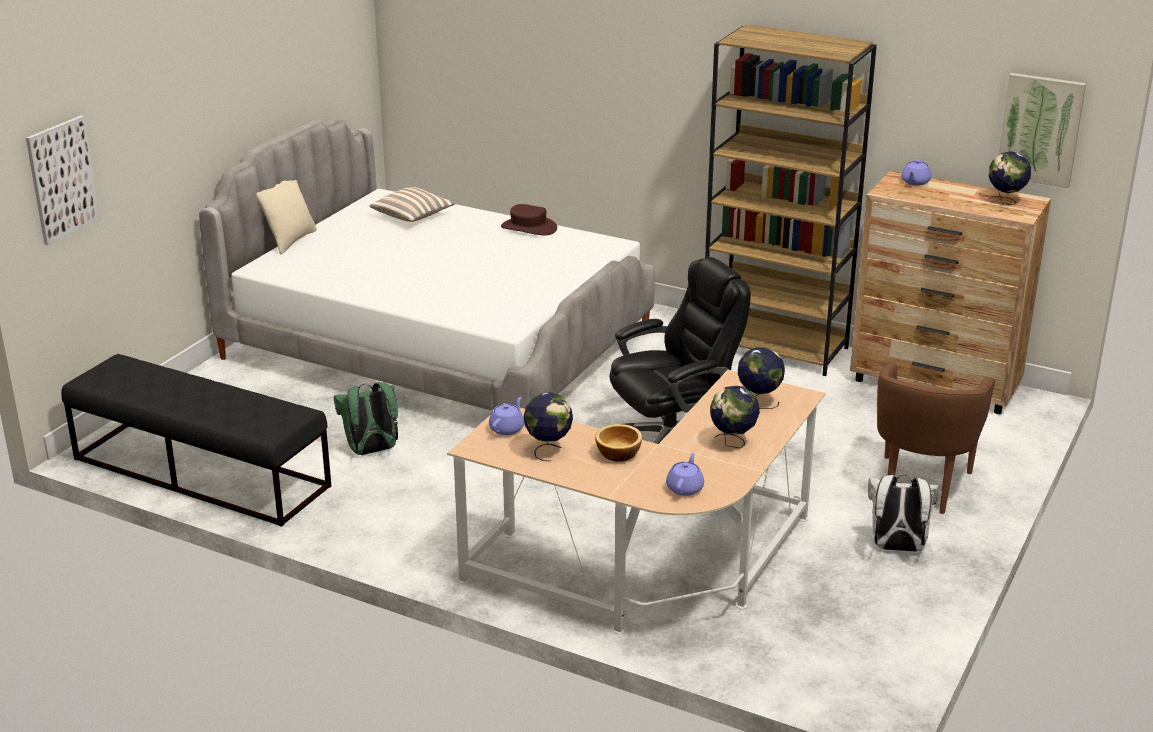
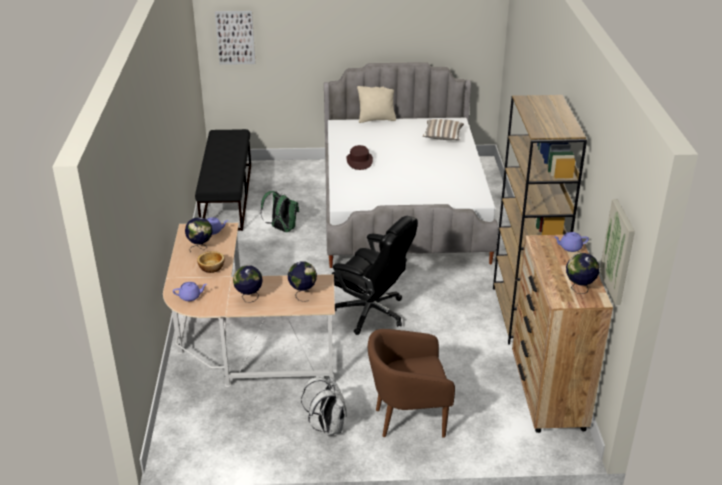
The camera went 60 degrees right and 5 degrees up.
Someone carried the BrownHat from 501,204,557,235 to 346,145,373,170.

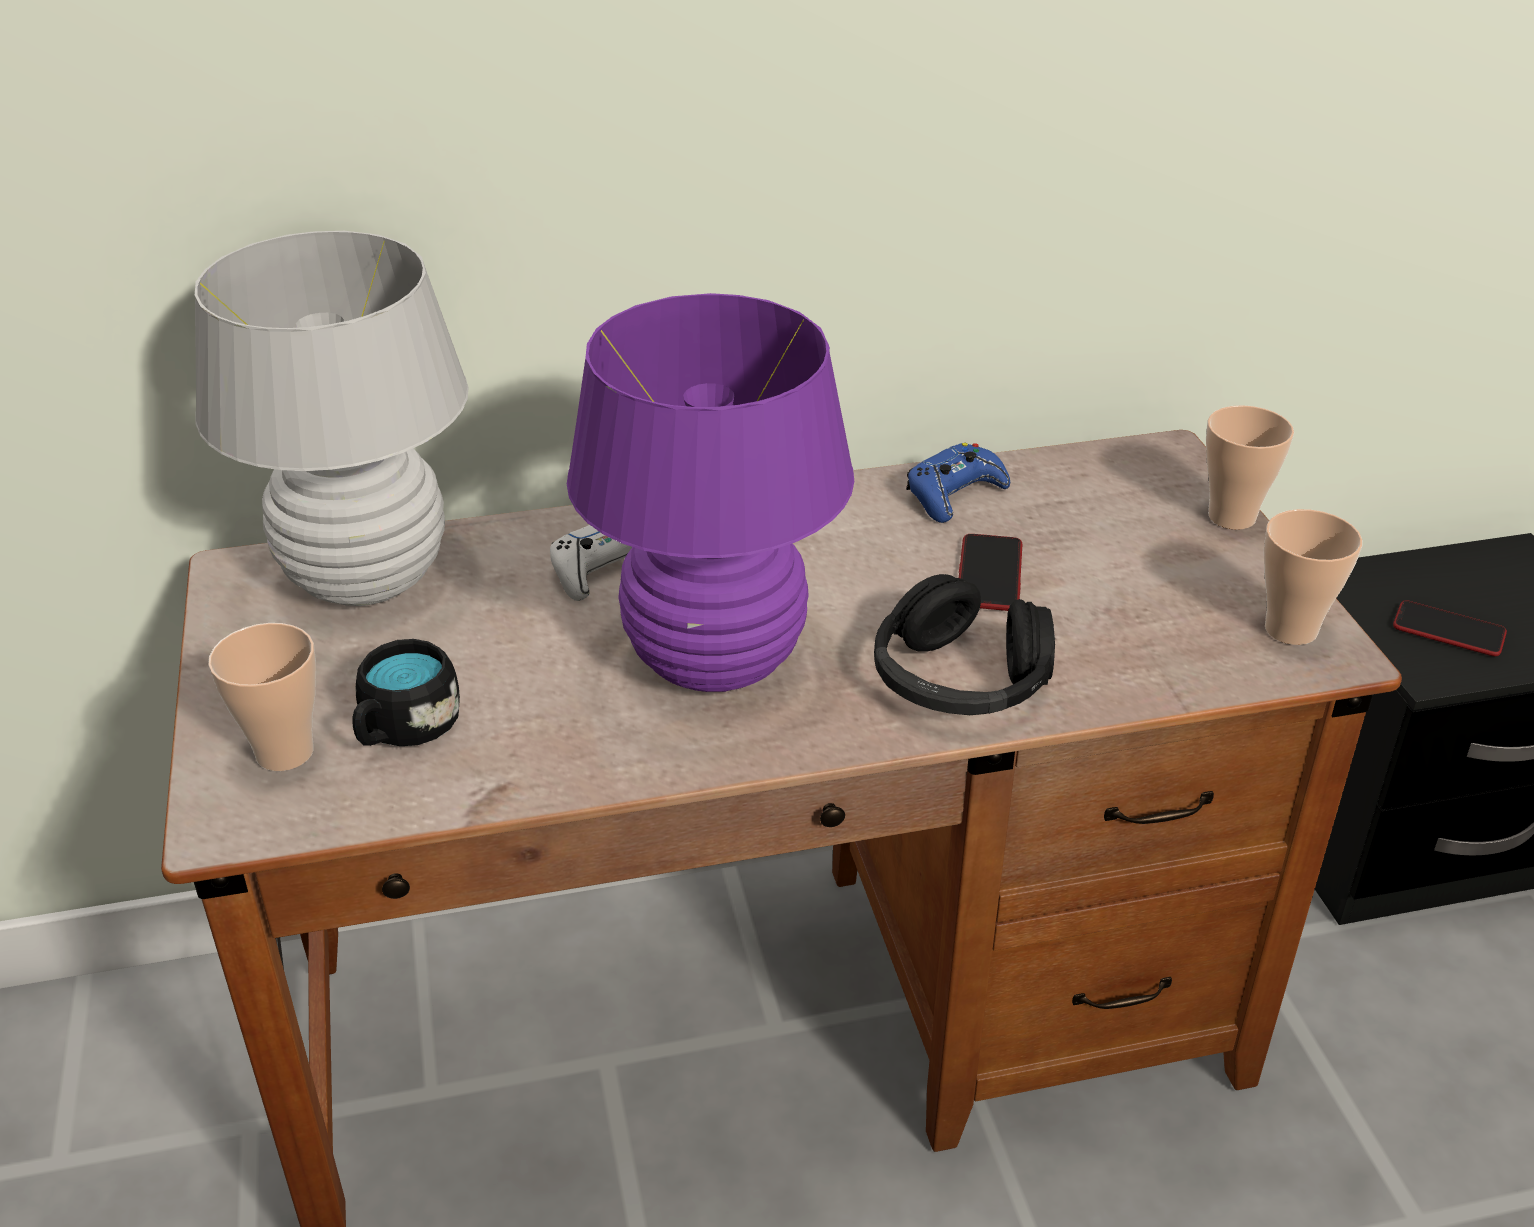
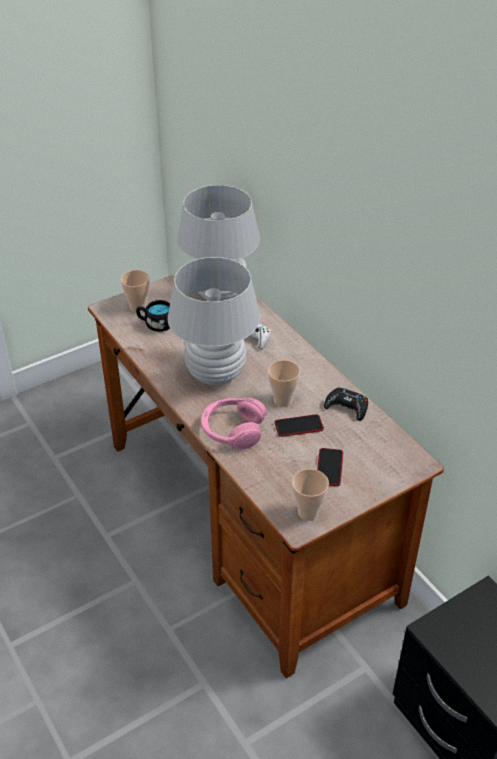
The camera went 70 degrees right and 5 degrees up.
Someone repainted the PurpleTableLamp at 567,293,854,692, which became the WhiteTableLamp at 168,257,260,385.
Someone repainted the BlackHeadphones at 874,574,1055,715, which became the PinkHeadphones at 201,398,267,450.
Someone repainted the BlueGameController at 906,443,1010,523, which became the BlackGameController at 324,388,368,421.
Someone carried the Cup from 1206,405,1294,530 to 268,360,300,407.
Someone carried the Phone from 1393,600,1507,656 to 317,448,343,486.

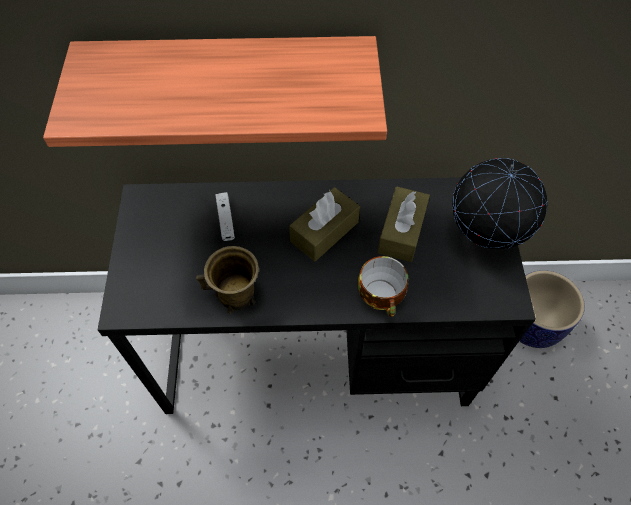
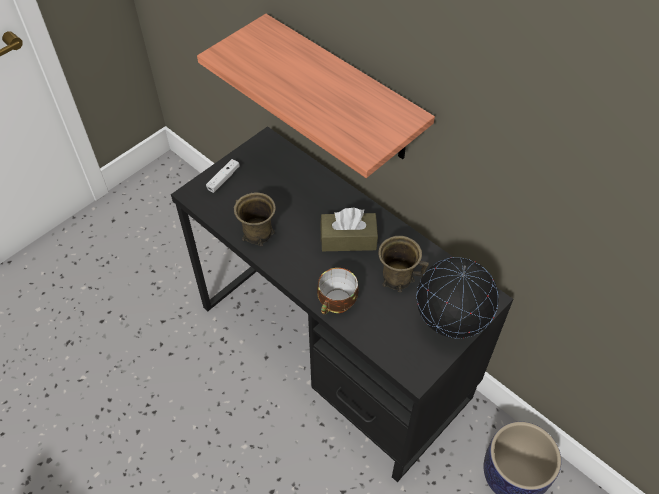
The camera went 45 degrees right and 5 degrees down.
Someone carried the WhiteGameController from 215,192,235,241 to 206,159,240,193.
Someone swapped the BrownTissueBox at 378,186,430,262 for the BrownMug at 378,236,428,292.

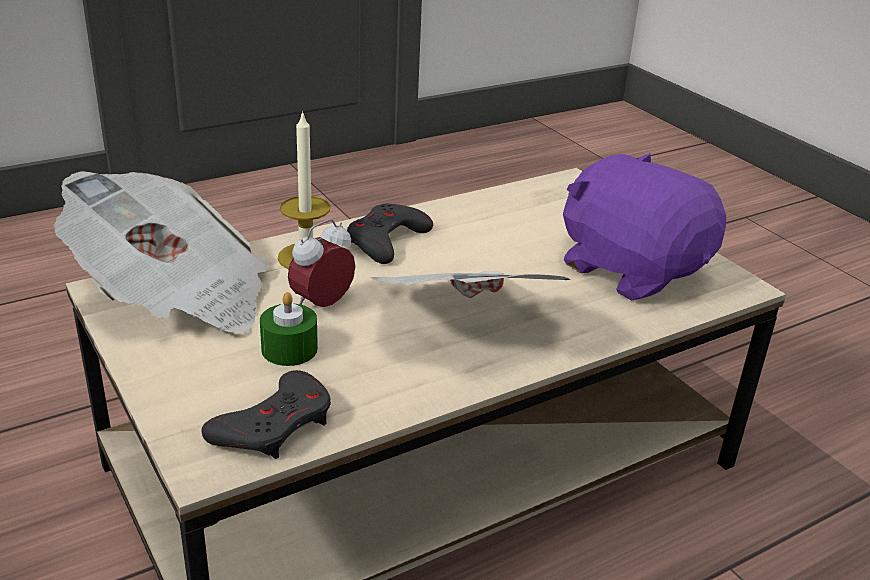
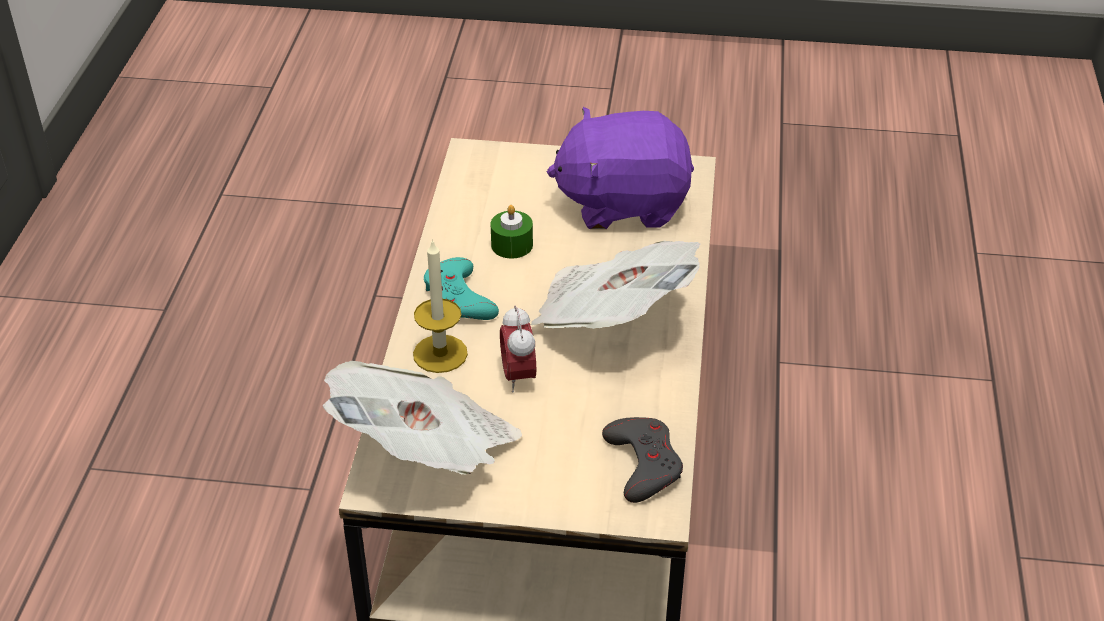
The camera went 50 degrees left and 10 degrees up.
Someone carried the GreenCandle from 260,292,318,366 to 490,205,533,259.
Someone repainted the GreyGameController at 347,204,433,264, which became the TurquoiseGameController at 424,257,499,320.

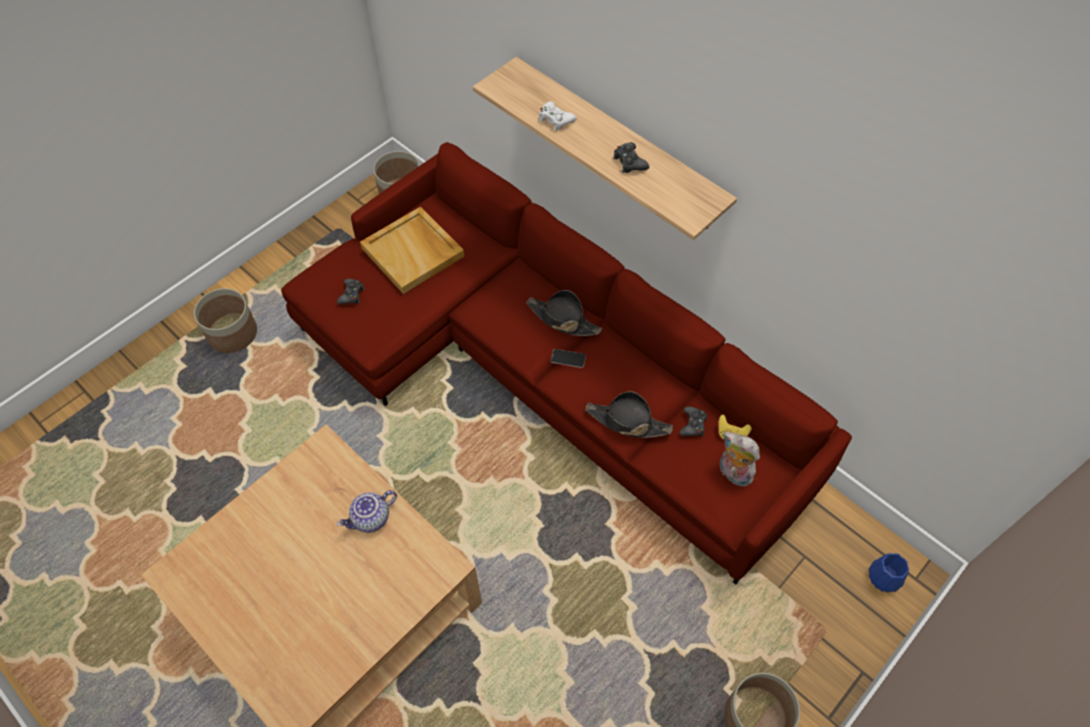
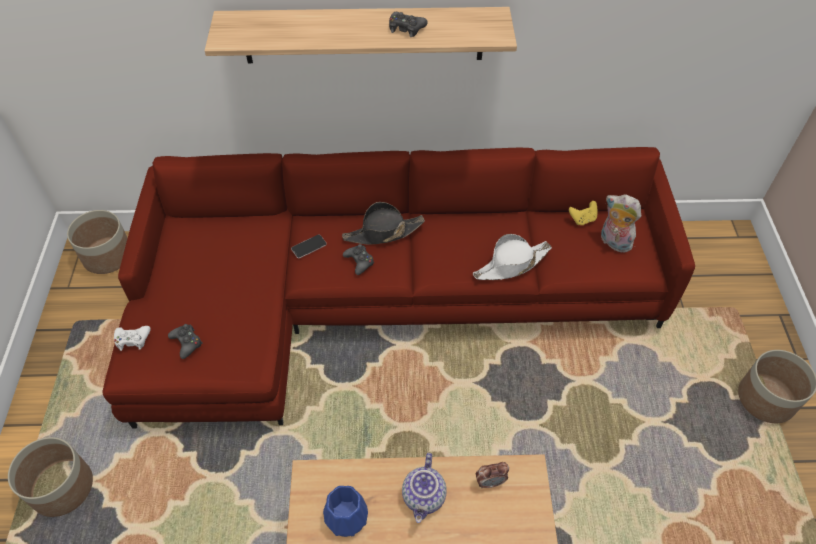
The camera went 45 degrees left and 5 degrees down.
Someone took away the BeigeTray at 360,207,464,294.
Someone carried the WhiteGameController from 539,101,576,131 to 114,326,151,351.
Someone carried the Phone from 551,349,586,368 to 291,234,327,258.
Someone repainted the BlackHat at 585,391,673,438, which became the WhiteHat at 473,234,552,280.
Someone carried the BlackGameController from 680,407,707,436 to 343,244,374,275.
Someone rotated the PlushToy at 720,432,760,487 by 45 degrees clockwise.
Someone carried the BlueVase from 869,553,909,592 to 323,486,368,537.
Someone put down the AlarmClock at 476,462,509,489.

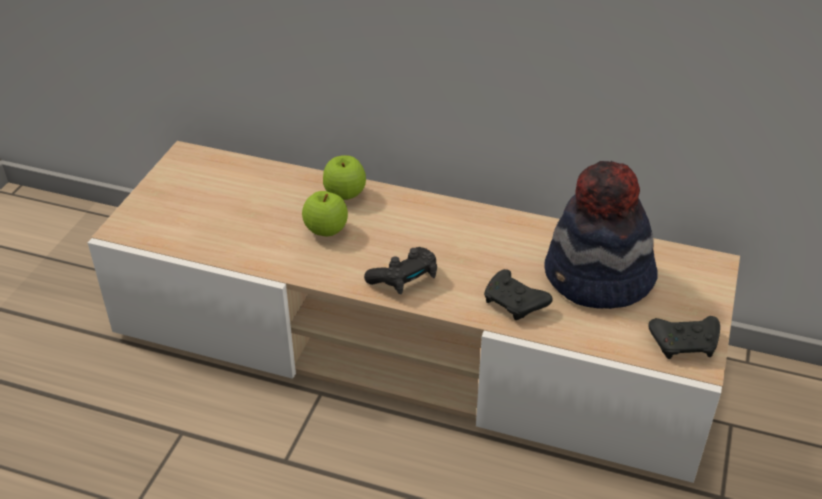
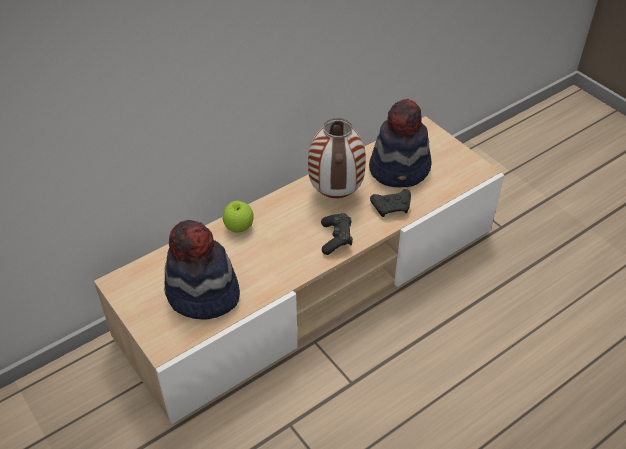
The camera went 55 degrees left and 5 degrees up.
Someone took away the Apple at 302,191,348,236.
Someone took away the BlackGameController at 648,316,720,359.
Someone put down the Hat at 164,220,240,320.
Someone put down the Vase at 308,118,366,198.

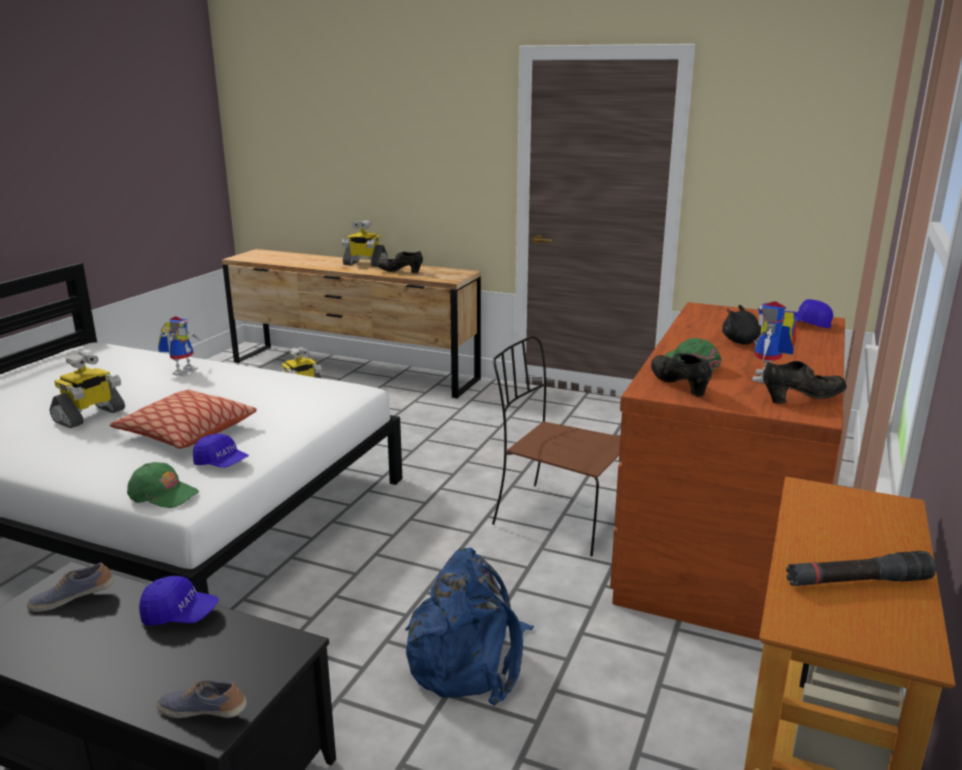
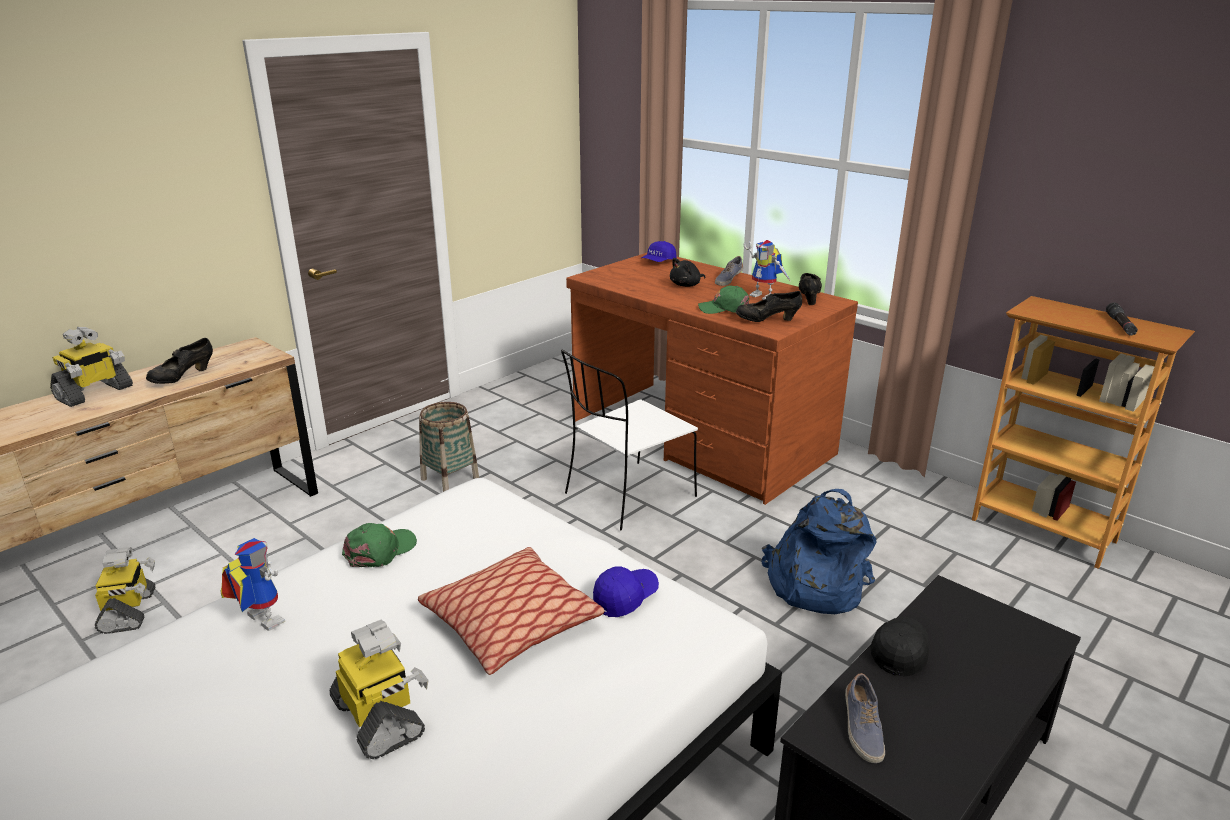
The camera went 70 degrees left and 5 degrees up.
Someone carried the GreenCap from 127,462,199,508 to 342,523,417,567.
Someone repainted the BlueCap at 139,576,219,626, which became the BlackCap at 870,617,929,677.
Someone carried the Shoe from 156,680,247,718 to 715,256,743,286.
Someone repainted the BrownChair at 492,336,620,556, which became the WhiteChair at 561,349,698,530.
Someone put down the Basket at 419,402,479,492.

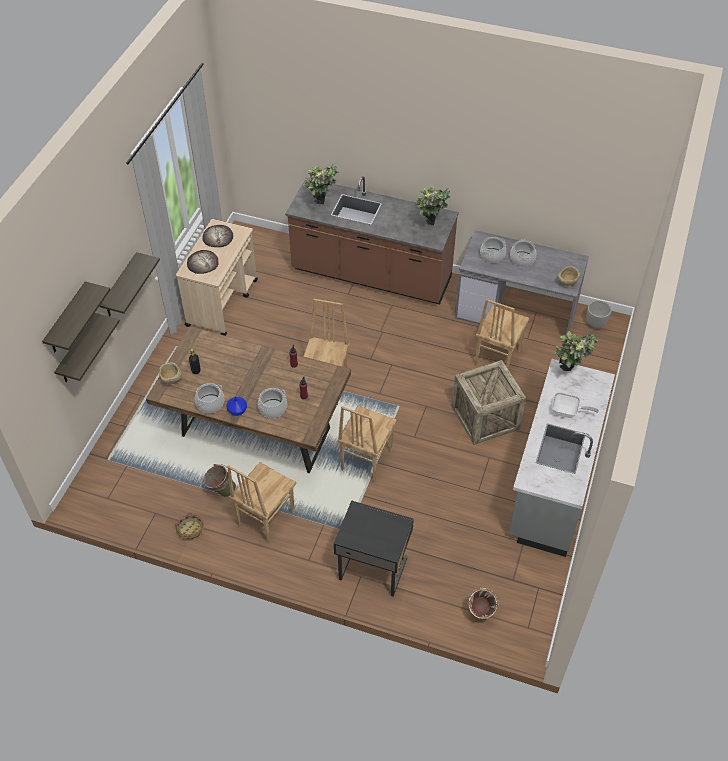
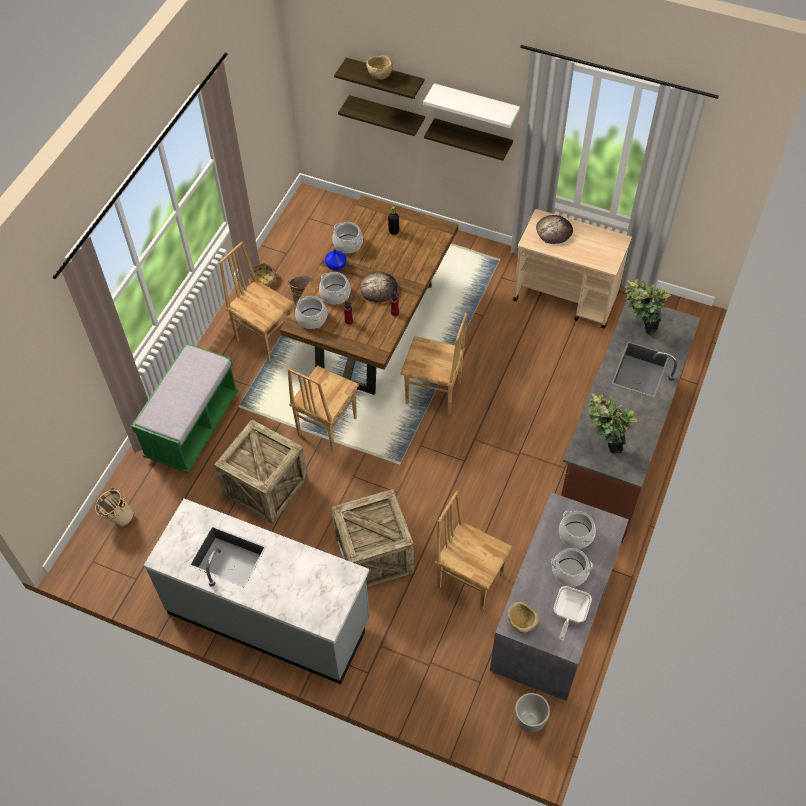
The camera went 95 degrees right and 5 degrees up.
Someone carried the BeigeBowl from 159,362,182,384 to 366,55,393,80.
Someone carried the Bread from 203,225,233,247 to 361,272,398,303.
Someone swapped the BlackNightstand at 334,500,414,597 for the GreenBench at 131,343,238,473.
Someone rotated the BrownChair at 337,405,397,483 by 90 degrees counterclockwise.
Someone carried the FryingPan from 552,391,599,418 to 554,586,592,641.
Someone took away the PottedPlant at 555,331,598,371.
Someone put down the Crate at 214,419,308,524.
Someone put down the CookingPot at 295,296,327,329.
Someone put up the WhiteShelf at 423,83,520,128.

